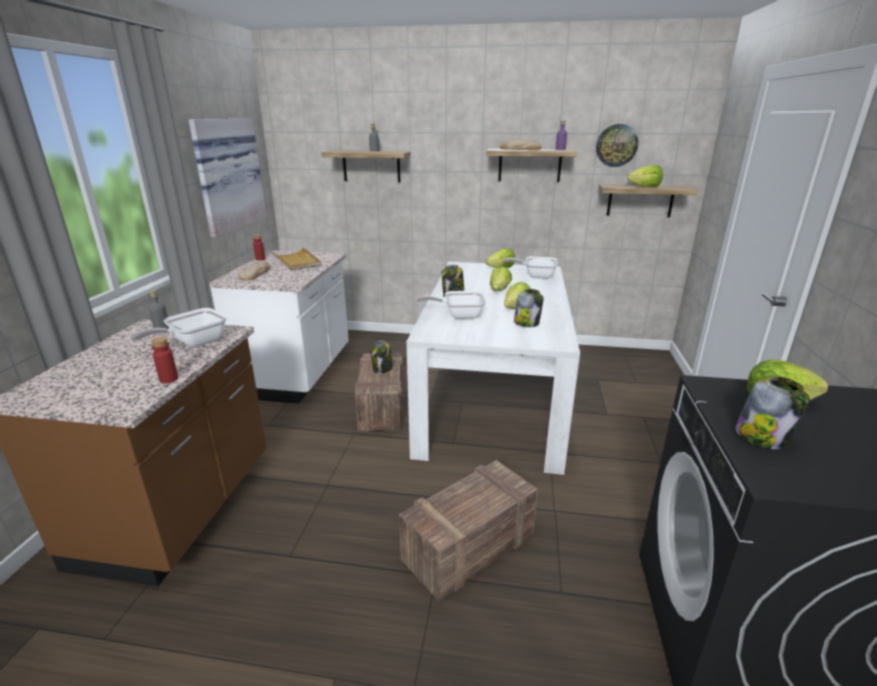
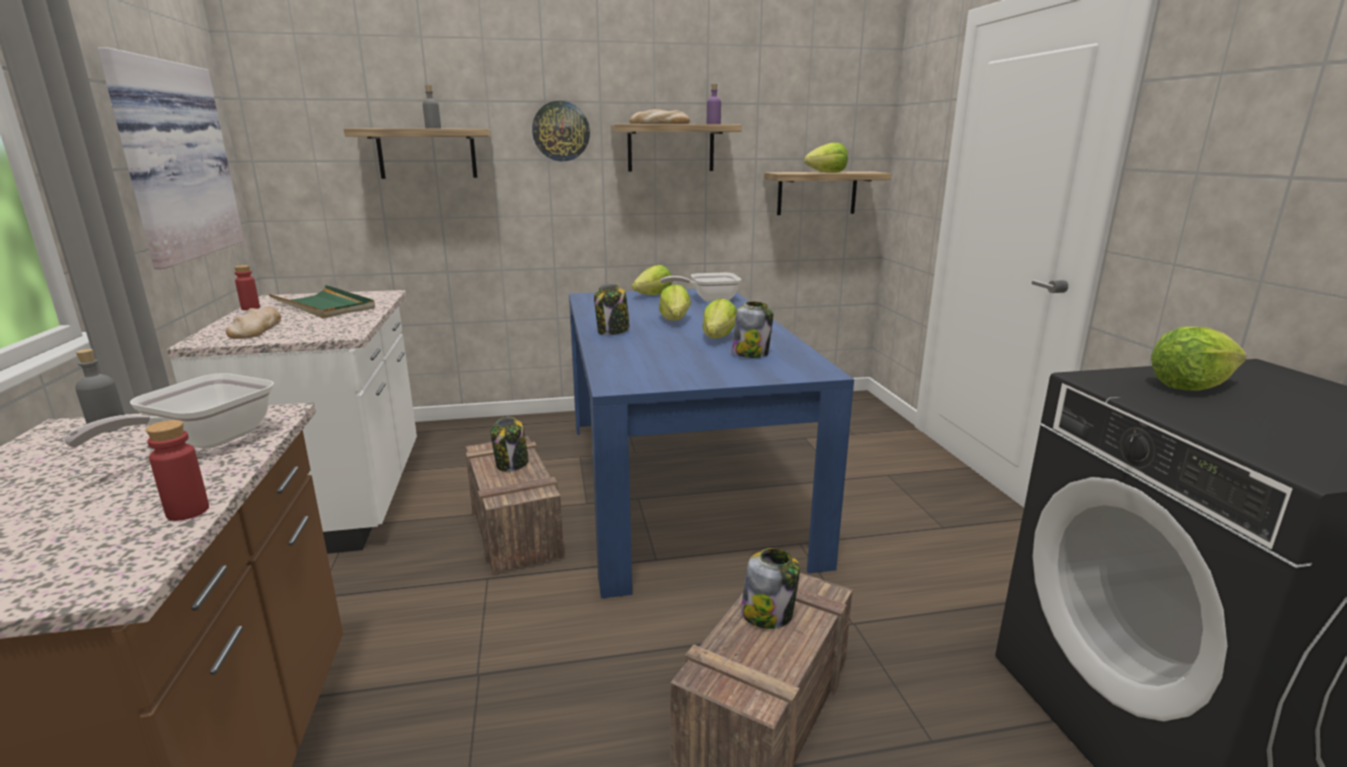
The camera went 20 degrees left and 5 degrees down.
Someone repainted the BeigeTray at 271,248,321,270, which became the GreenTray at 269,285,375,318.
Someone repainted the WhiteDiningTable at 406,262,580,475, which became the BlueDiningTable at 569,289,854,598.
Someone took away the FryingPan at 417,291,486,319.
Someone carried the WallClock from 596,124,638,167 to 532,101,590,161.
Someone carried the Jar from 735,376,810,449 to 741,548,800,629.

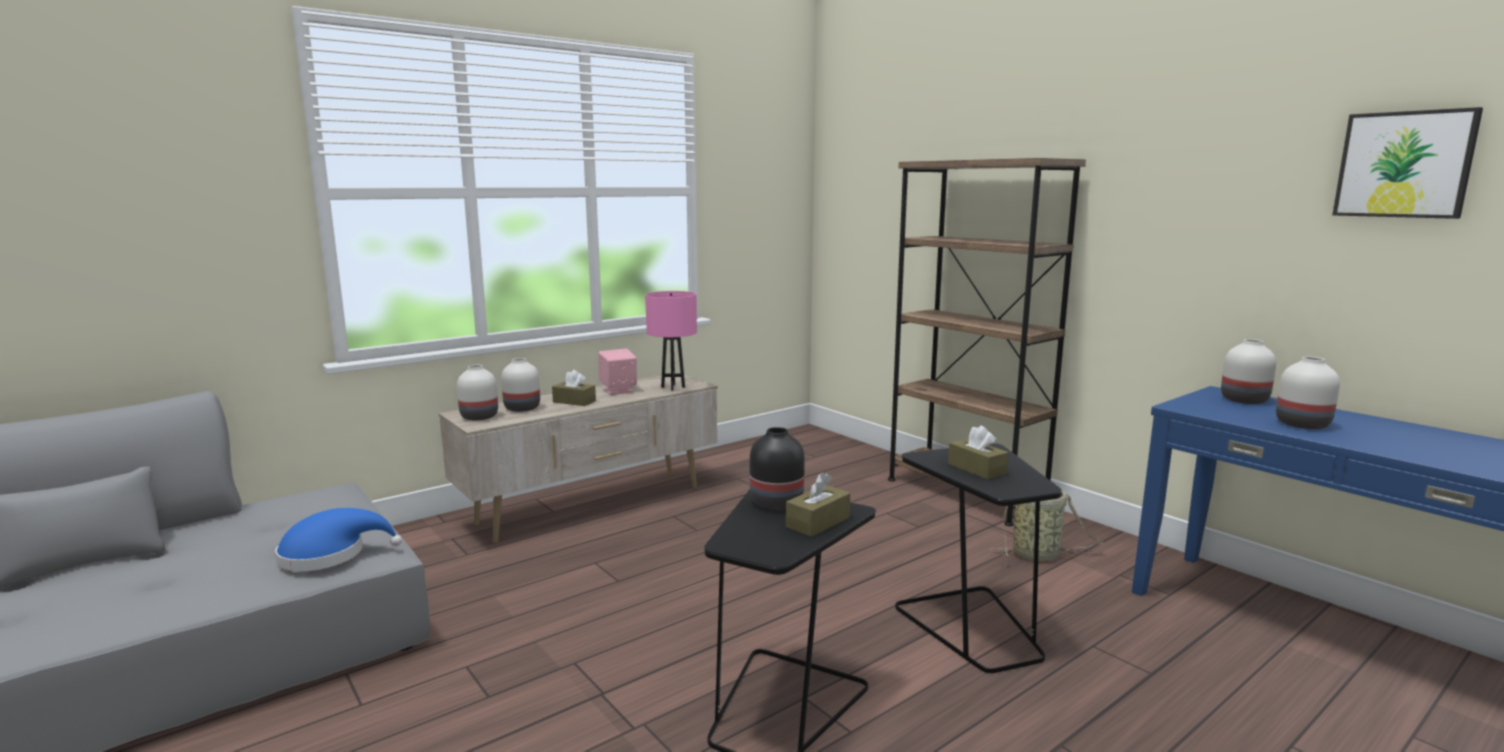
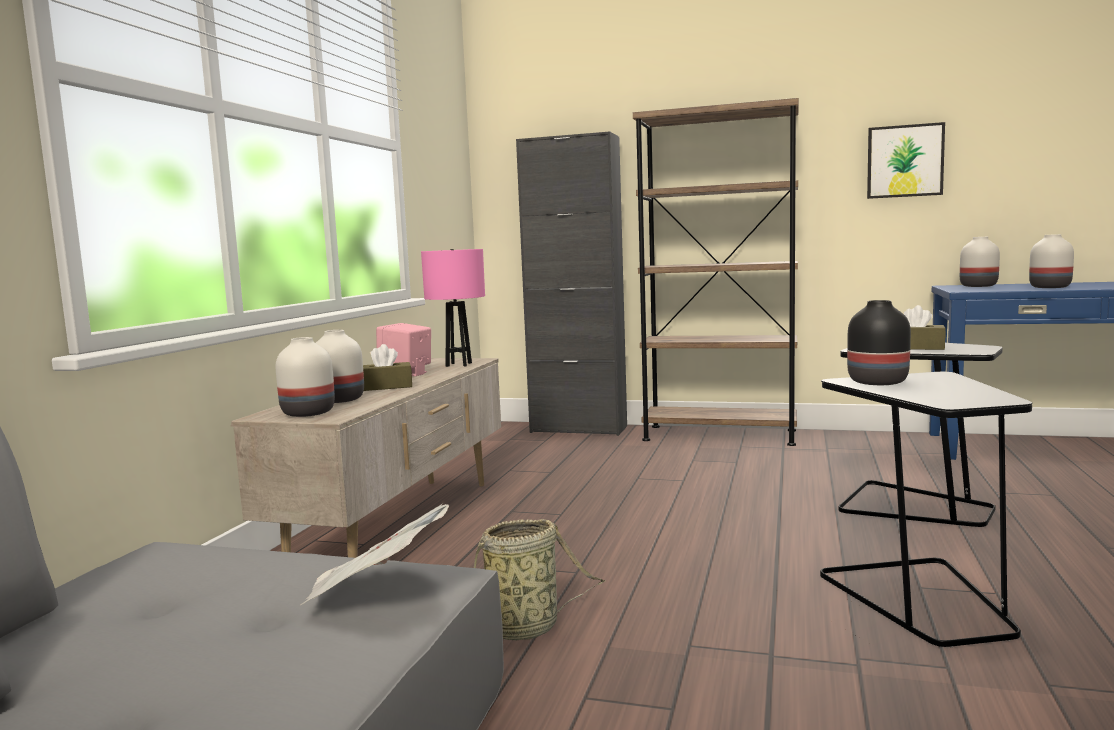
The camera went 35 degrees left and 5 degrees down.
Someone swapped the BlueHat at 275,508,402,571 for the Newspaper at 301,504,449,605.
Someone took away the BrownTissueBox at 786,472,850,537.
Someone carried the Basket from 990,491,1104,561 to 474,519,605,640.
Someone carried the Picture from 1332,107,1483,219 to 867,122,945,199.
Someone put down the BlackCabinet at 516,131,627,436.

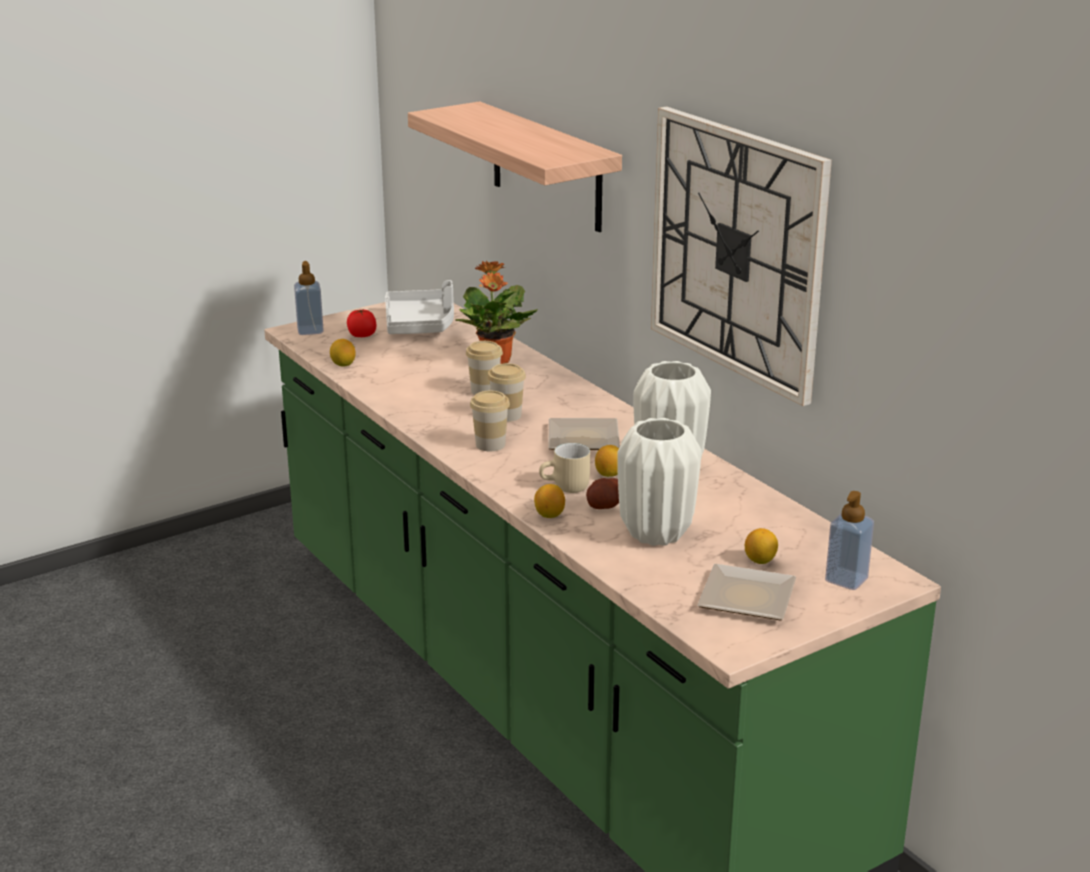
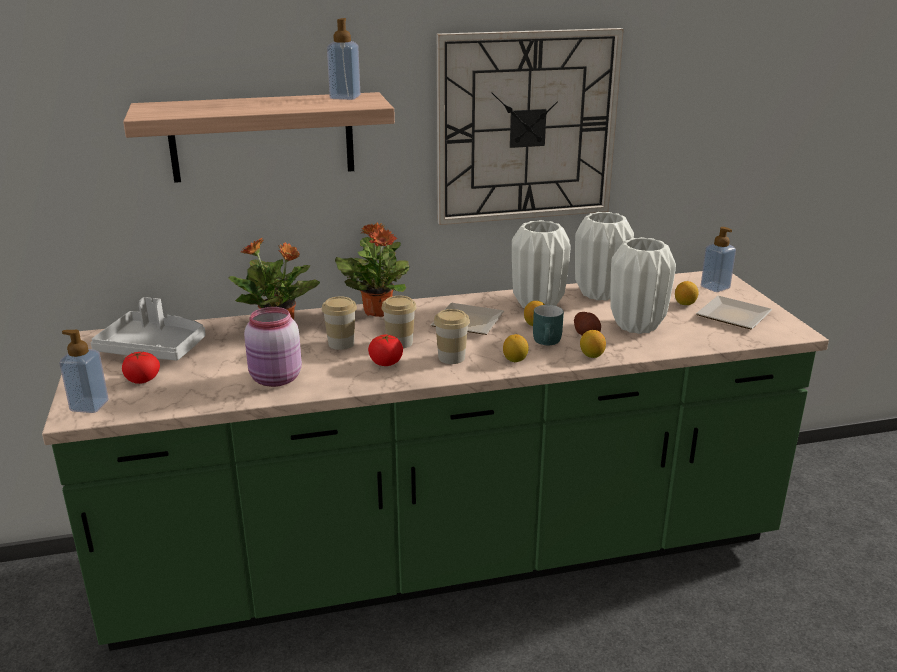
The camera went 70 degrees left and 0 degrees up.
Someone carried the Lemon from 330,339,356,367 to 503,334,529,362.
Someone repainted the BeigeMug at 539,443,590,493, which became the TurquoiseMug at 533,305,564,345.
Someone put down the PinkJar at 244,307,302,387.
Someone put down the SoapDispenser at 327,18,360,100.
Someone put down the PottedPlant at 335,222,409,317.
Someone put down the Tomato at 368,334,403,366.
Someone put down the WhiteVase at 575,212,634,300.

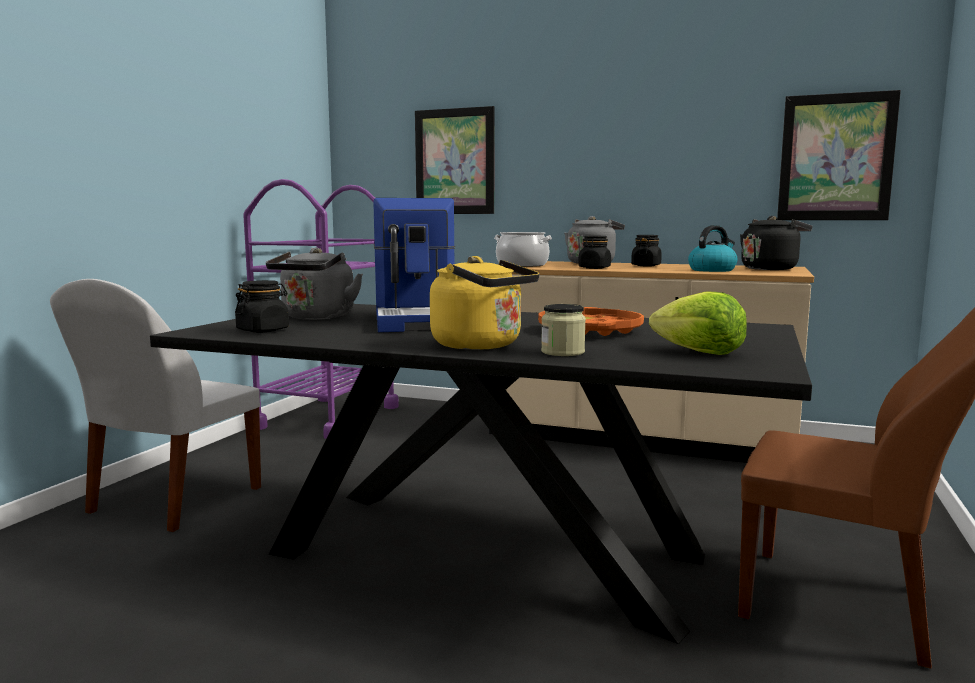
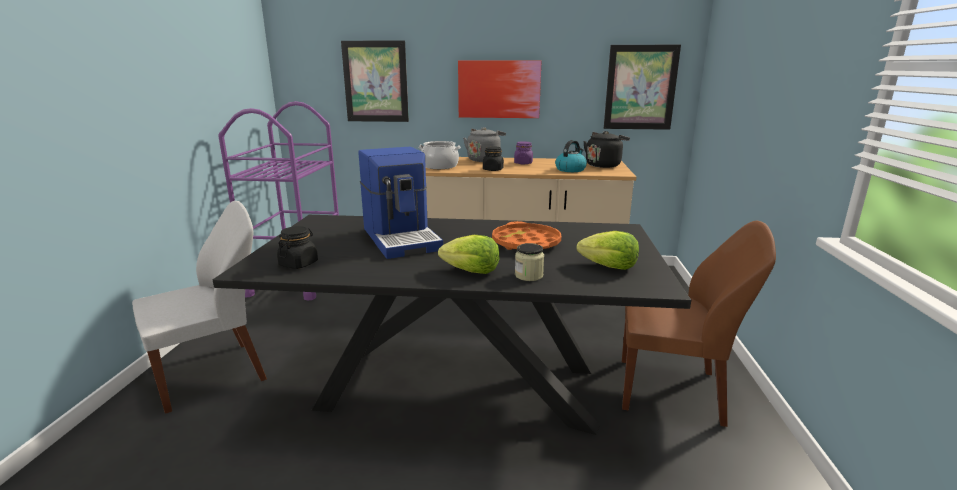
The camera went 15 degrees left and 10 degrees up.
Someone rotated the WhiteChair at 50,279,261,532 by 135 degrees counterclockwise.
Someone took away the GreyKettle at 266,248,363,320.
Someone swapped the YellowKettle at 430,256,539,350 for the Lettuce at 438,235,499,274.
Someone repainted the BlackJar at 631,235,662,266, which became the PurpleJar at 514,141,533,164.
Someone put up the Picture at 458,61,541,118.

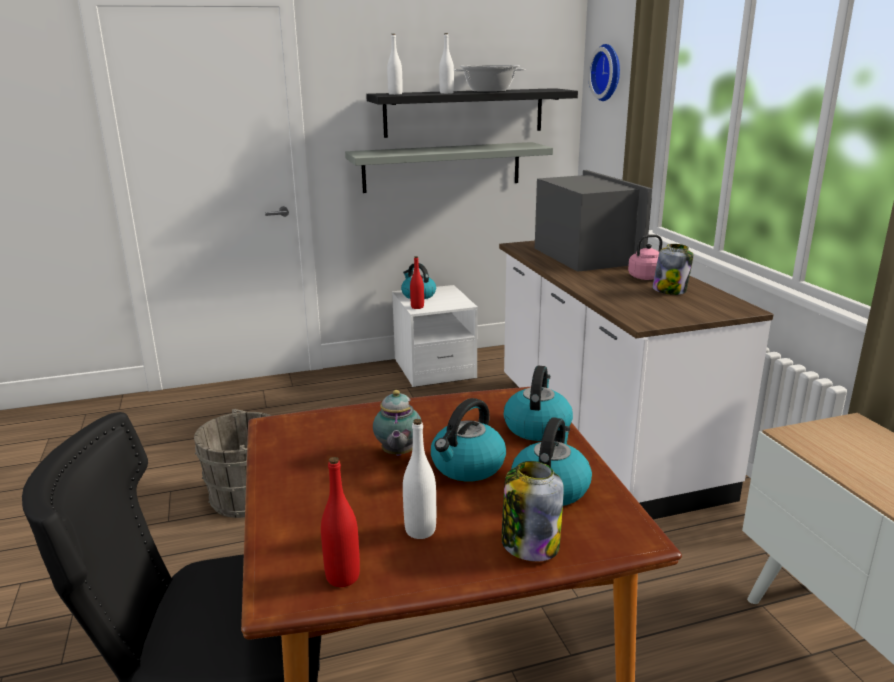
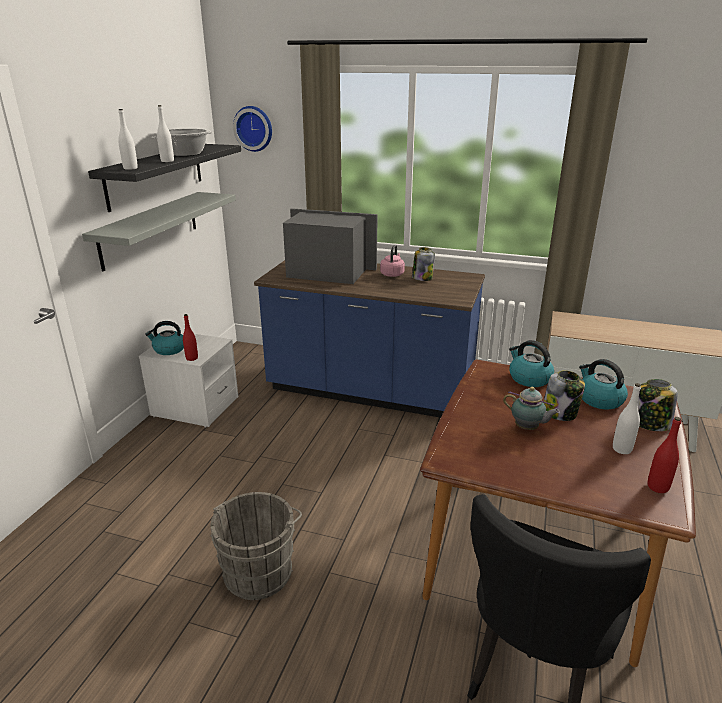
The camera went 55 degrees left and 5 degrees up.
Someone swapped the Kettle at 431,398,506,481 for the Jar at 544,370,585,421.
Someone repainted the WhiteCounter at 499,241,773,520, which became the BlueCounter at 254,260,485,418.

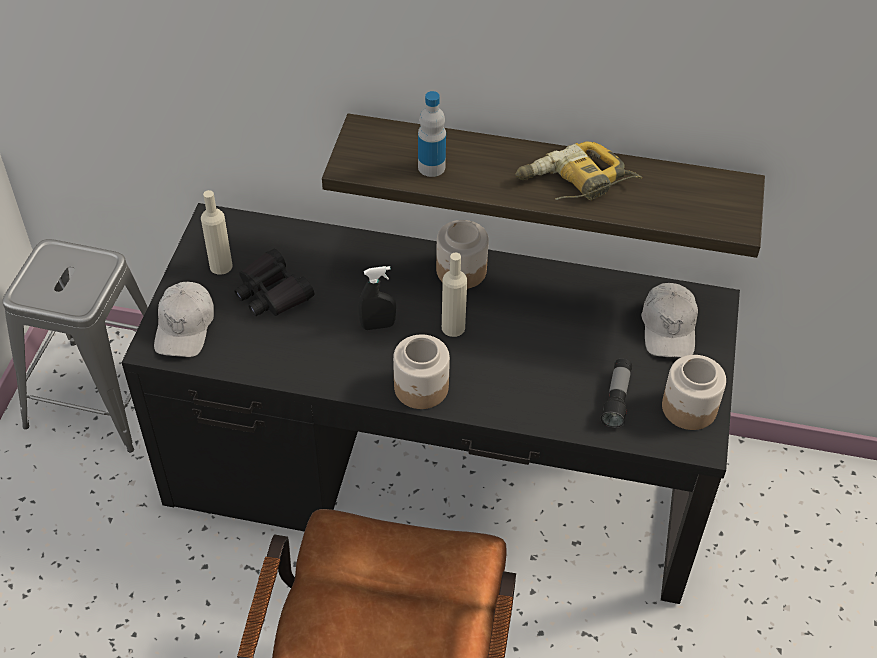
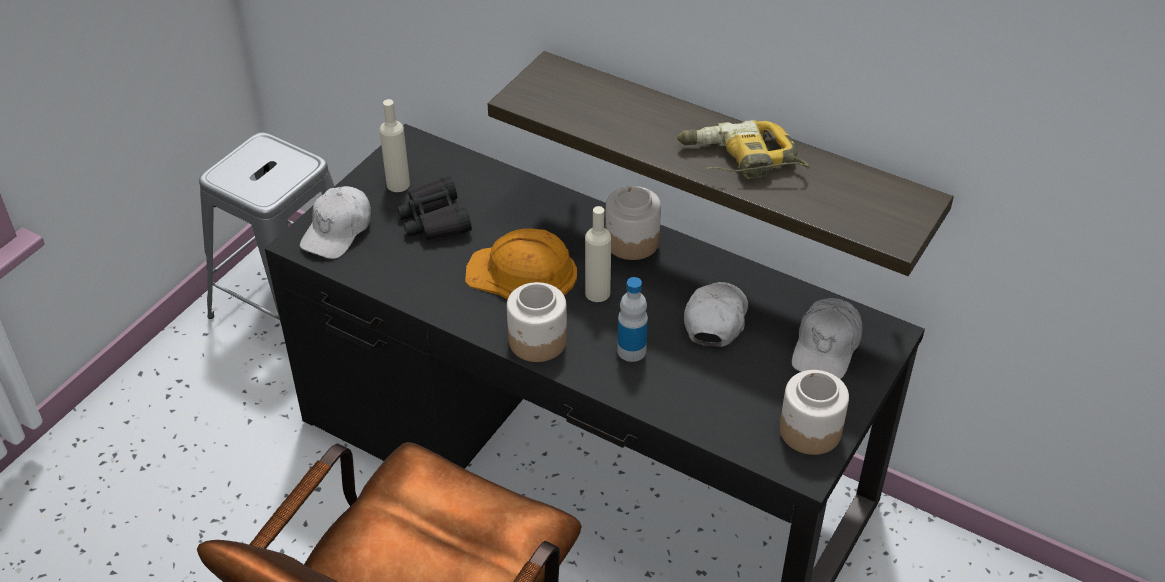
The camera went 20 degrees right and 5 degrees down.
Someone swapped the BlackSprayBottle at 358,266,396,330 for the OrangeHardHat at 465,228,577,300.
Someone carried the Bottle from 418,91,446,177 to 617,277,648,362.
Someone took away the Flashlight at 600,359,632,428.
Someone put down the WhiteCap at 684,282,748,347.

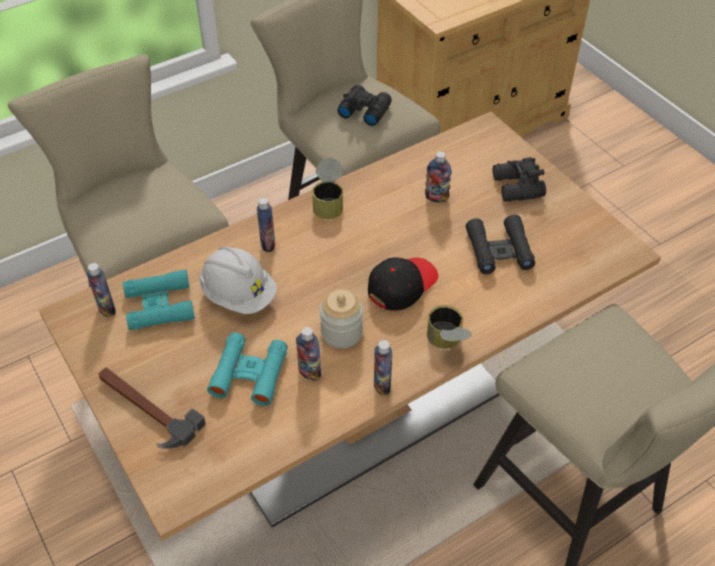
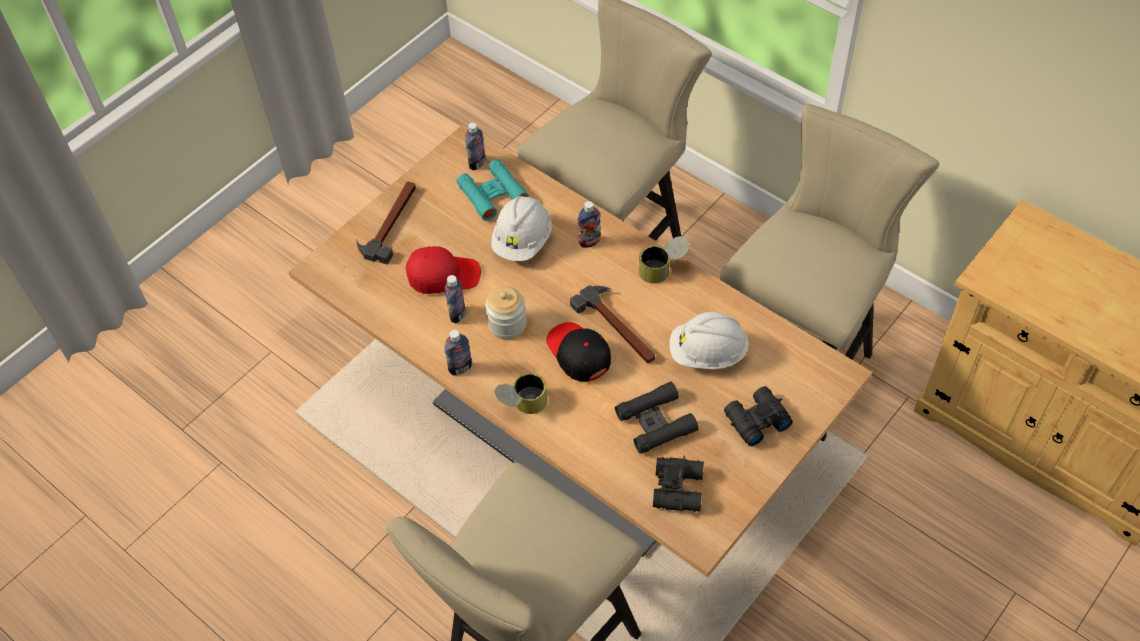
The camera went 75 degrees right and 5 degrees up.
Someone swapped the TurquoiseBinoculars at 207,332,288,406 for the RedCap at 406,246,481,294.
Someone carried the BlackBinoculars from 337,85,392,126 to 653,456,704,512.
Someone rotated the BlackCap at 368,257,438,311 by 150 degrees counterclockwise.
Someone swapped the Bottle at 425,151,452,203 for the WhiteHardHat at 669,312,749,369.
Someone put down the Hammer at 570,285,655,363.

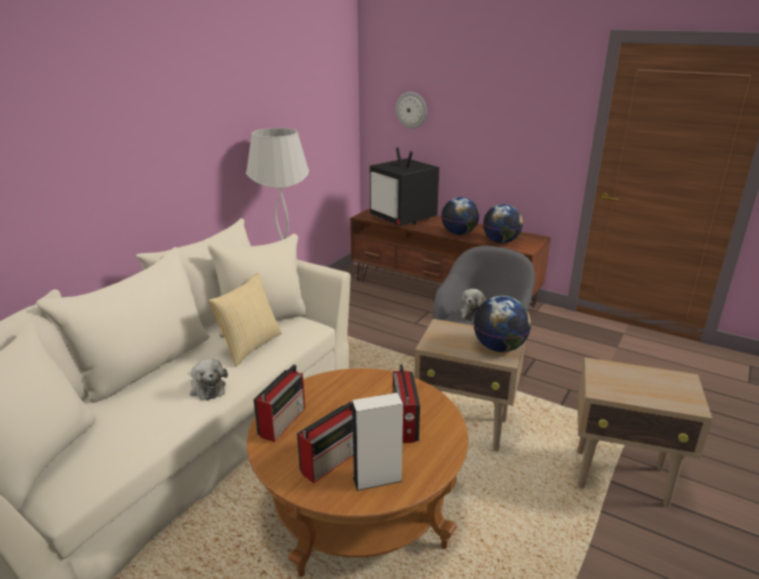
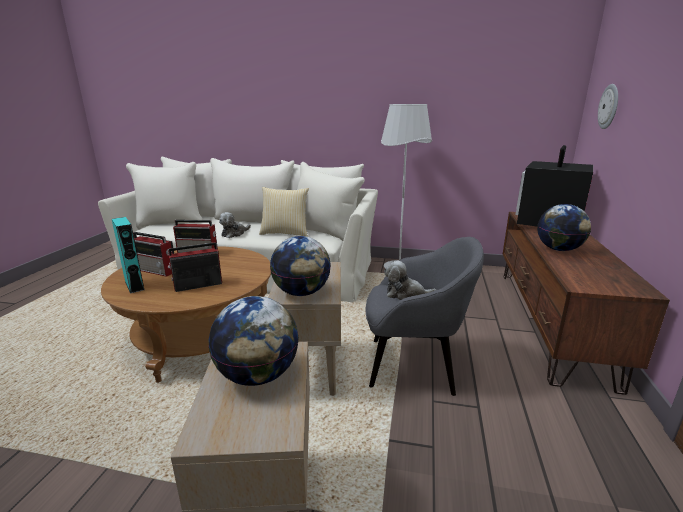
The camera went 70 degrees right and 5 degrees down.
Someone repainted the WhiteSpeaker at 352,393,403,491, which became the TurquoiseSpeaker at 112,217,145,293.
Someone carried the Globe from 483,204,523,243 to 208,296,299,386.

